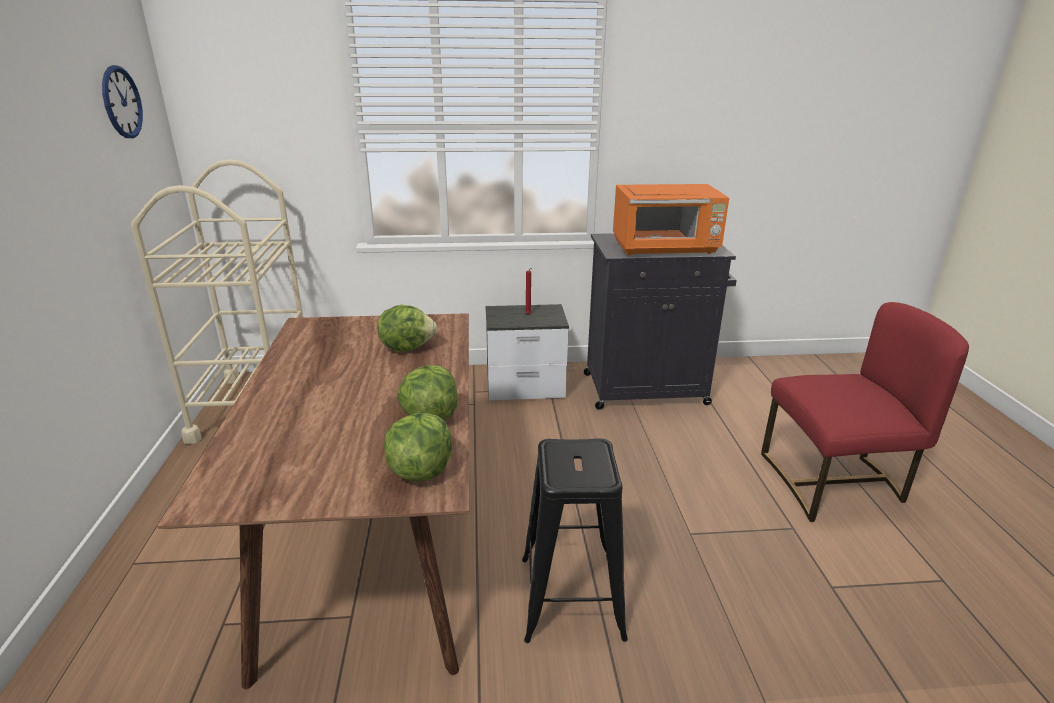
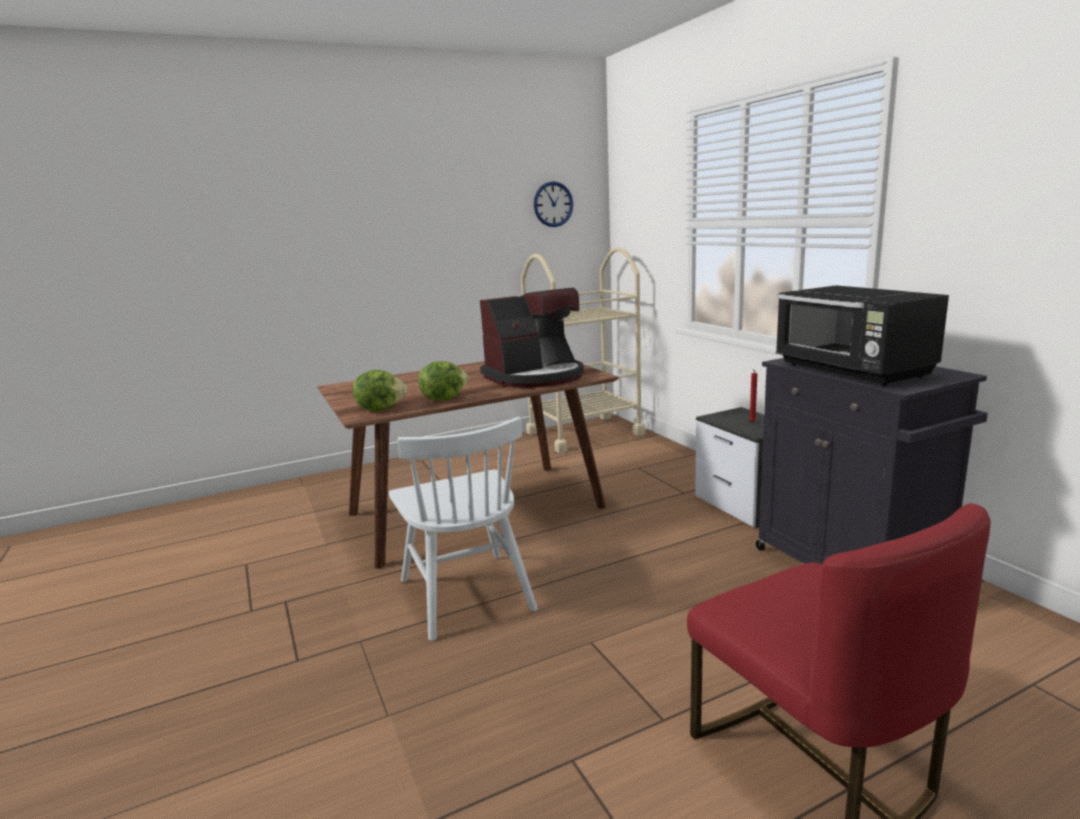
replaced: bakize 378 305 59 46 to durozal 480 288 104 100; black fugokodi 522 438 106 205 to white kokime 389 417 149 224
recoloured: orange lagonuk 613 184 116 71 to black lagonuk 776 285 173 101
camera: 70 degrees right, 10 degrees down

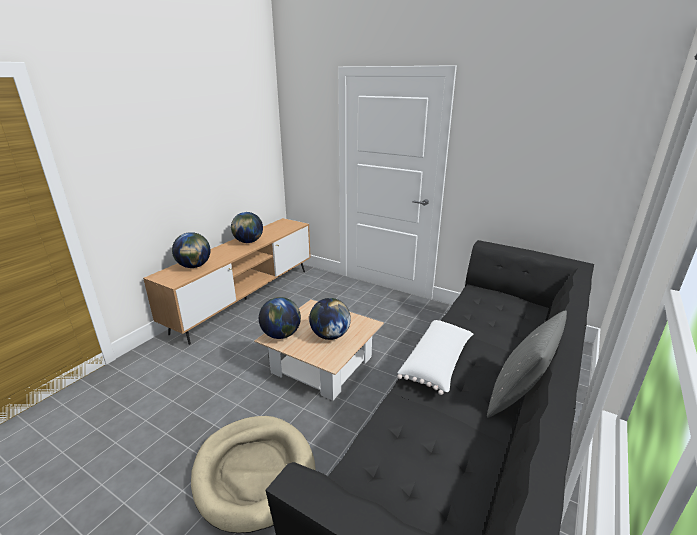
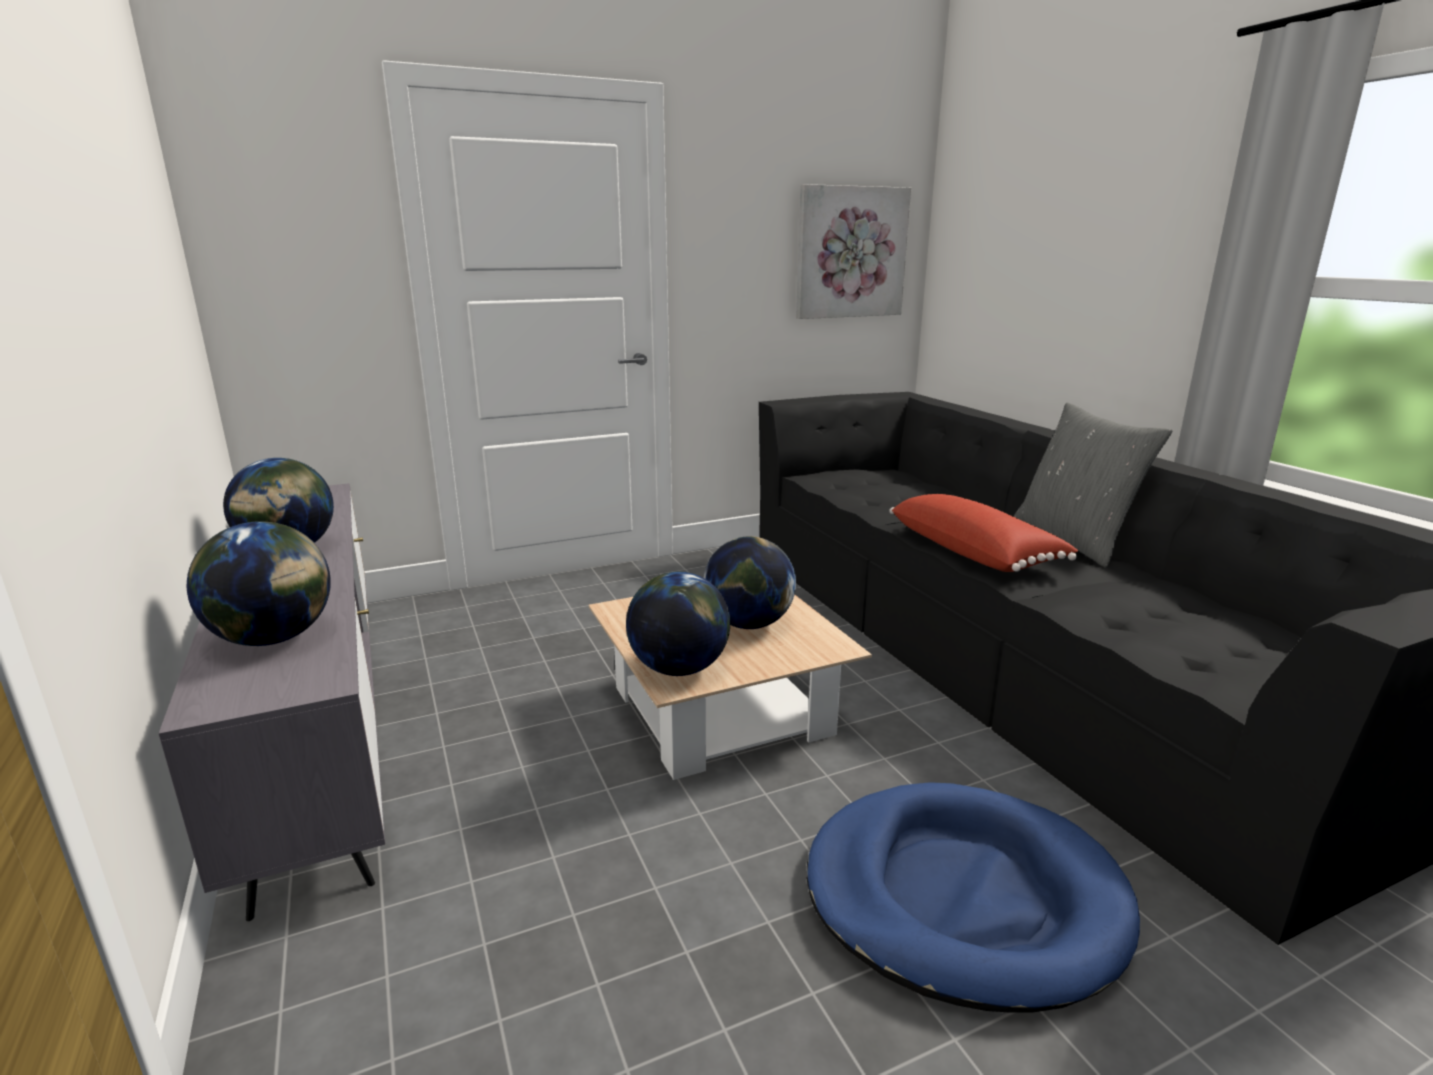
added: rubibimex 796 184 115 135
recoloured: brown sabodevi 143 218 168 127 to grey sabodevi 158 483 227 438; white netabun 397 320 76 75 to red netabun 889 494 189 78; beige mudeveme 191 416 124 117 to blue mudeveme 806 782 334 231
camera: 55 degrees left, 5 degrees down

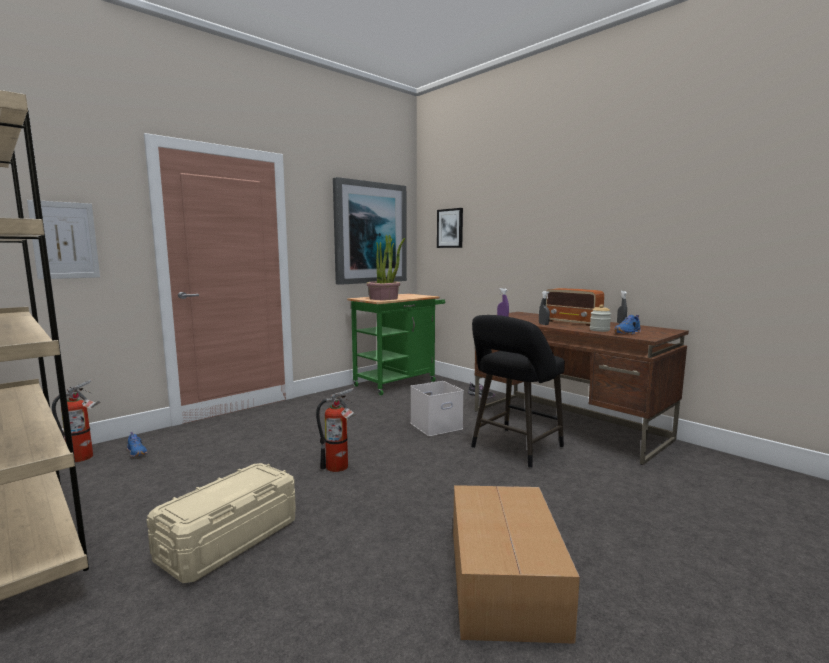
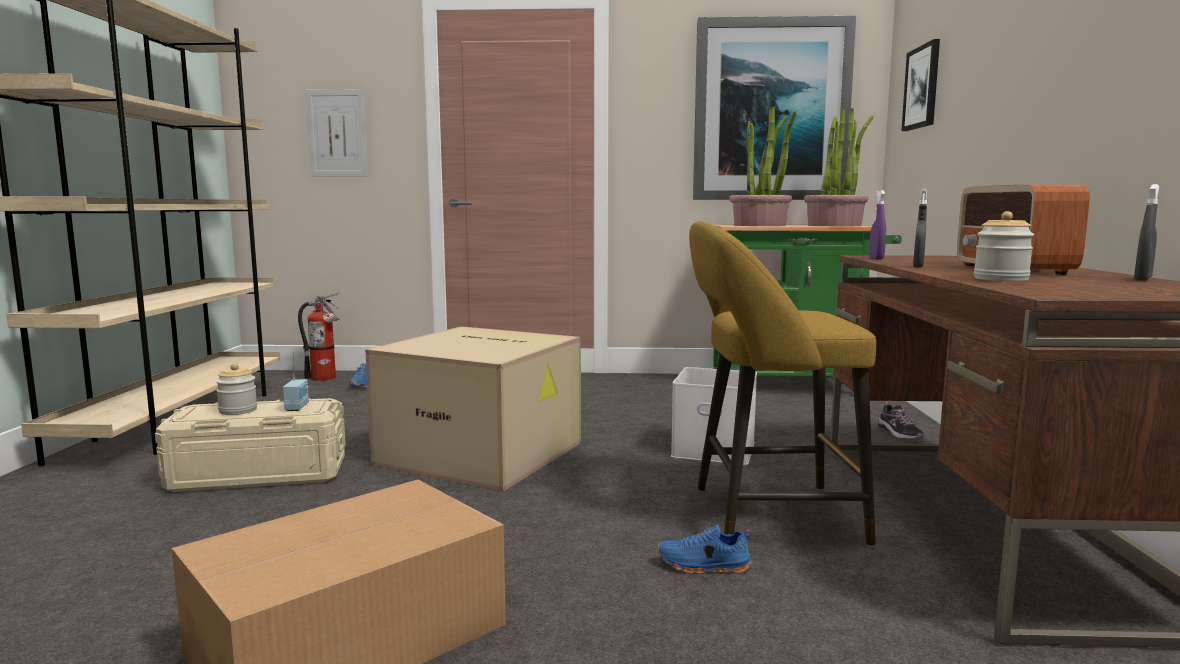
added: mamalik 804 107 70 119; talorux 283 352 26 59; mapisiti 216 363 41 52
moved: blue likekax 614 315 27 20 to 657 524 95 50
replaced: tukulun 316 388 41 84 to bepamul 365 326 216 166
recoloured: black fugokodi 471 315 94 153 to yellow fugokodi 689 221 187 326
camera: 45 degrees right, 0 degrees up

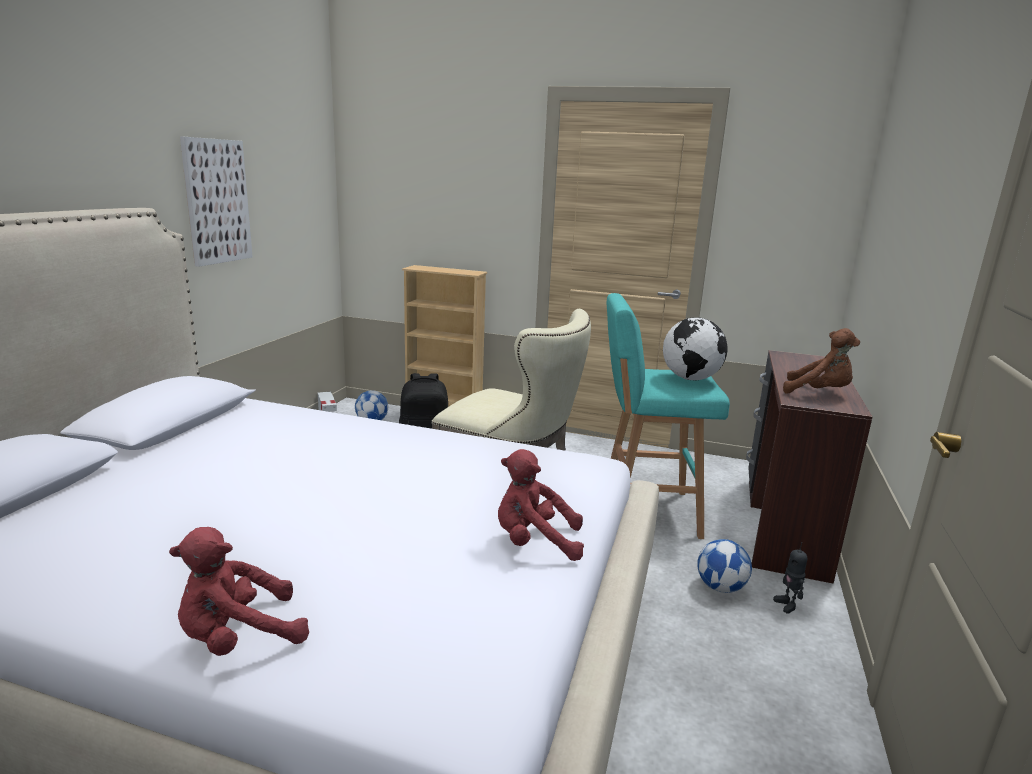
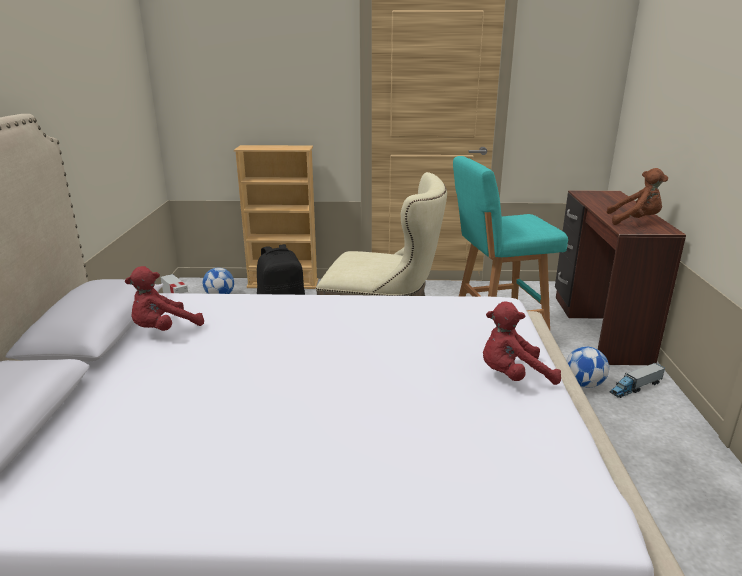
removed: rubibimex 180 136 73 131; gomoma 663 317 65 63
moved: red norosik 169 527 140 129 to 125 266 79 65
replaced: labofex 773 542 34 72 to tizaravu 610 363 55 35
camera: 15 degrees left, 5 degrees up

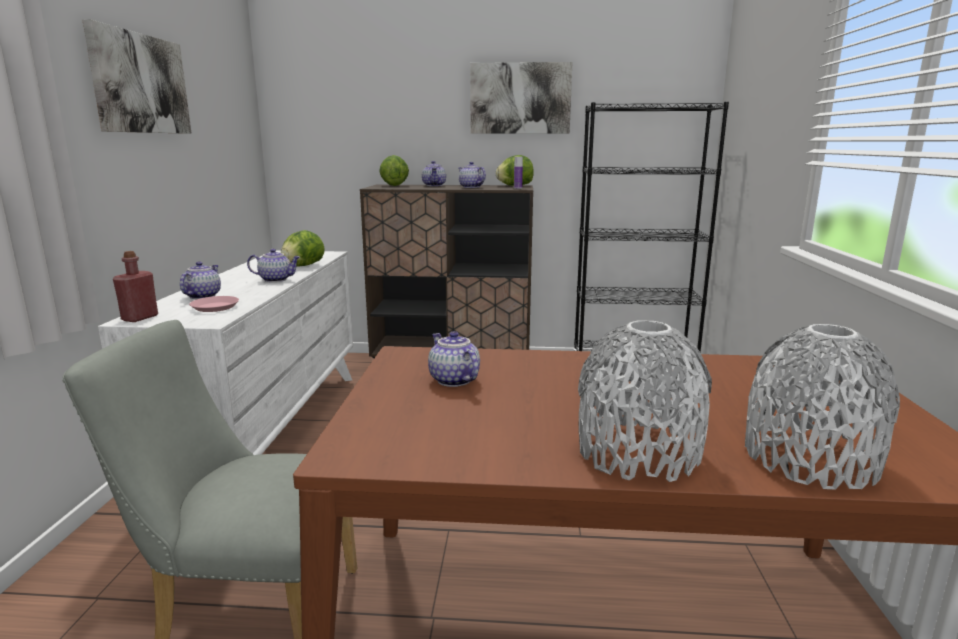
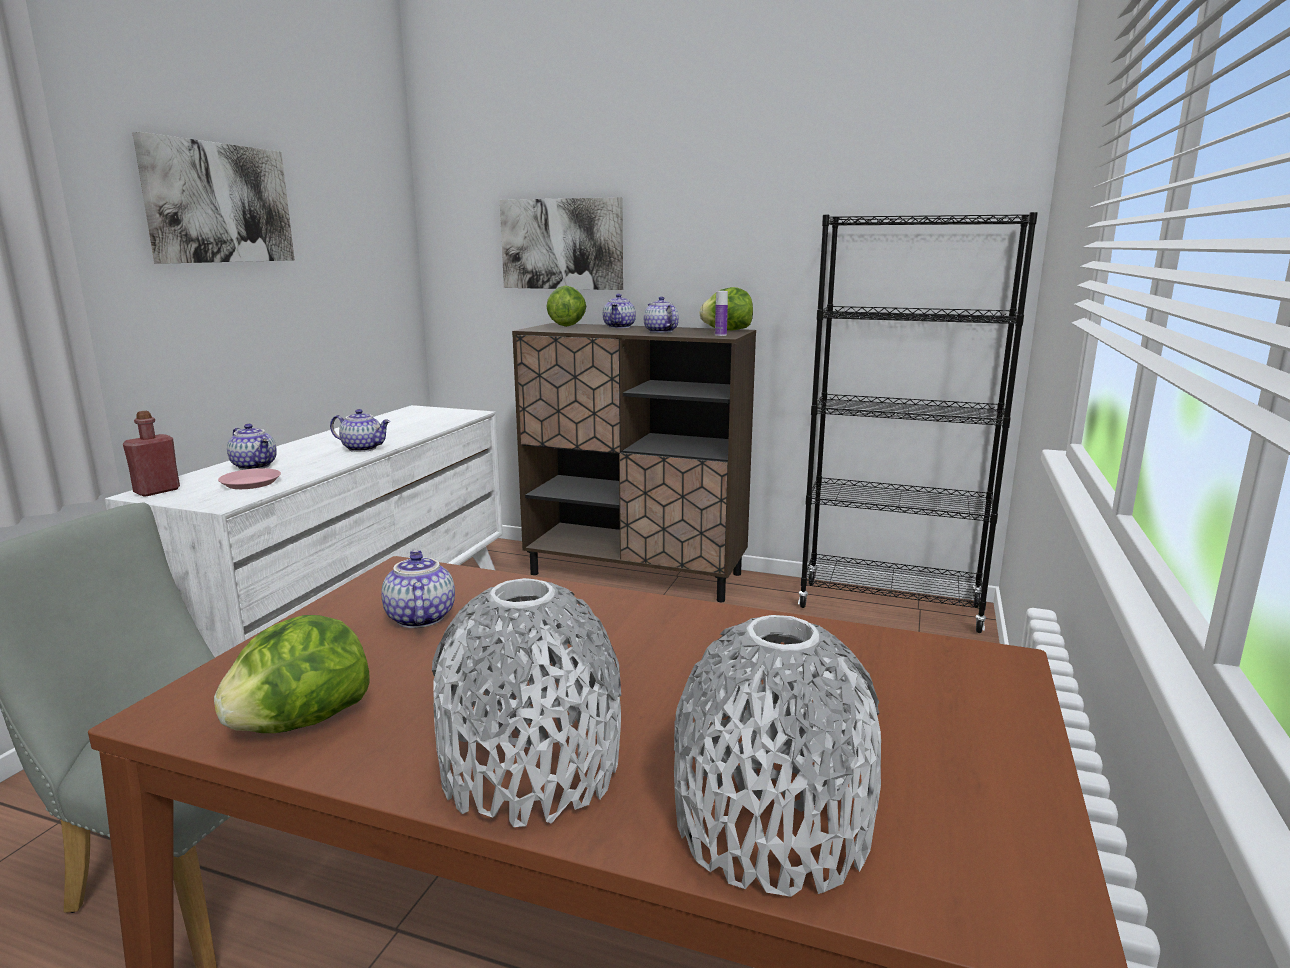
moved: rubibimex 470 62 102 72 to 500 197 123 93; bakize 281 230 44 37 to 214 615 155 118
turned: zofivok 180 262 41 37 = 227 424 50 46 105 degrees clockwise
camera: 15 degrees right, 0 degrees up

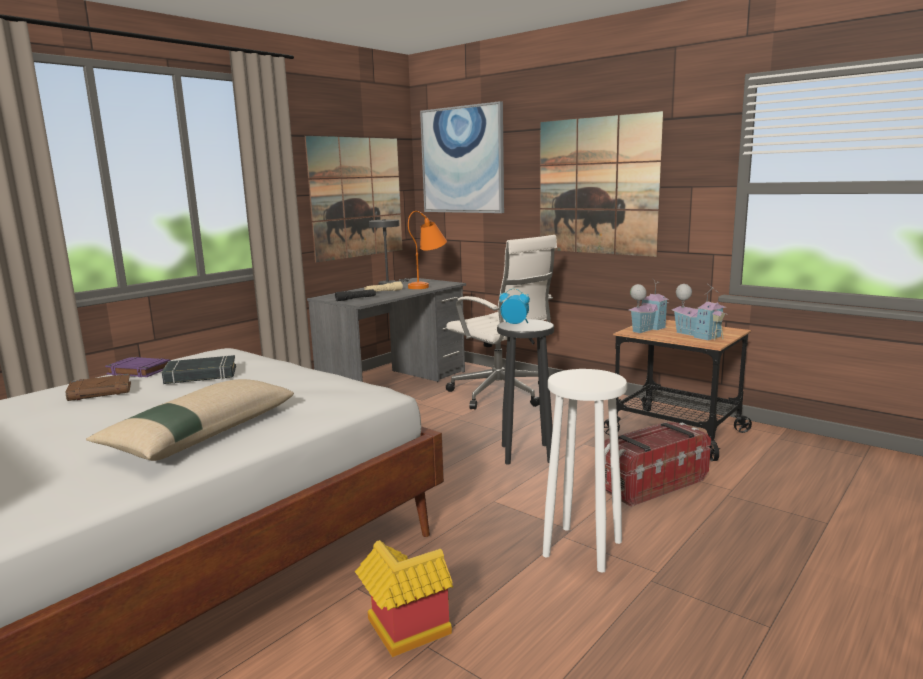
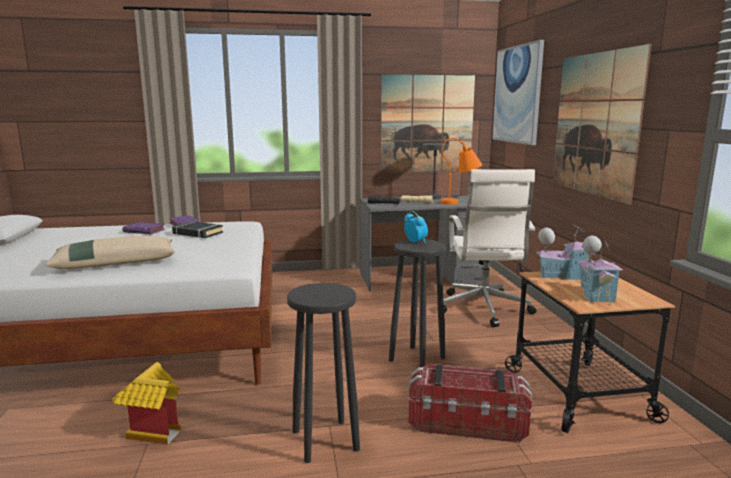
recoloured: white fugokodi 543 369 84 203 to black fugokodi 287 283 73 180; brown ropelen 66 374 65 27 to purple ropelen 123 222 42 12
camera: 40 degrees right, 0 degrees up

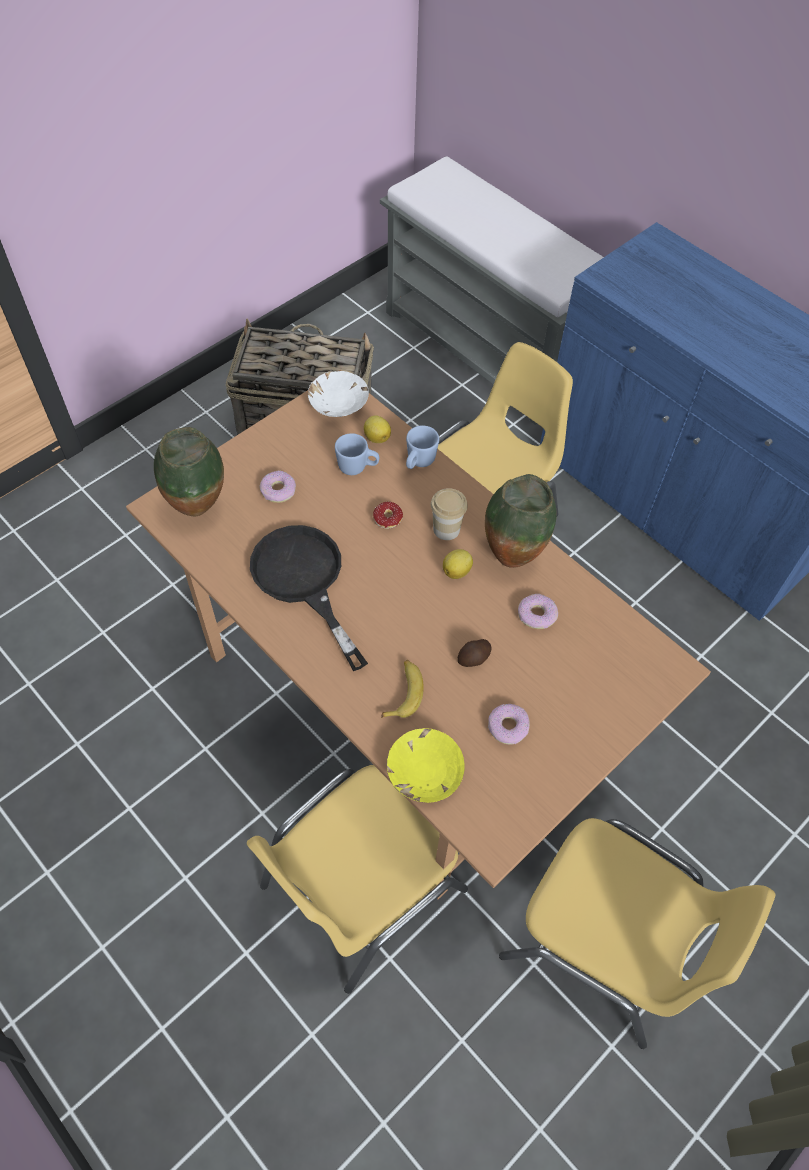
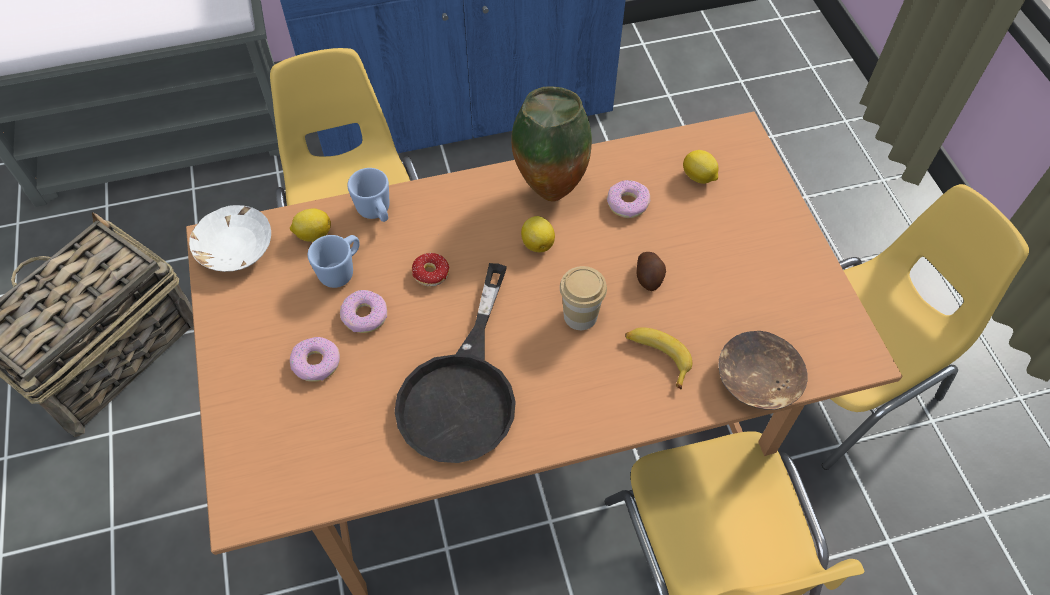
removed: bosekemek 154 427 70 89
added: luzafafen 683 150 35 34
moved: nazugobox 431 488 37 52 to 560 266 47 64; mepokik 488 704 42 41 to 340 290 47 43
recoloured: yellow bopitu 387 728 78 75 to brown bopitu 718 331 90 79
turned: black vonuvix 250 525 118 146 = 394 263 122 200 75 degrees counterclockwise
camera: 60 degrees left, 0 degrees up

